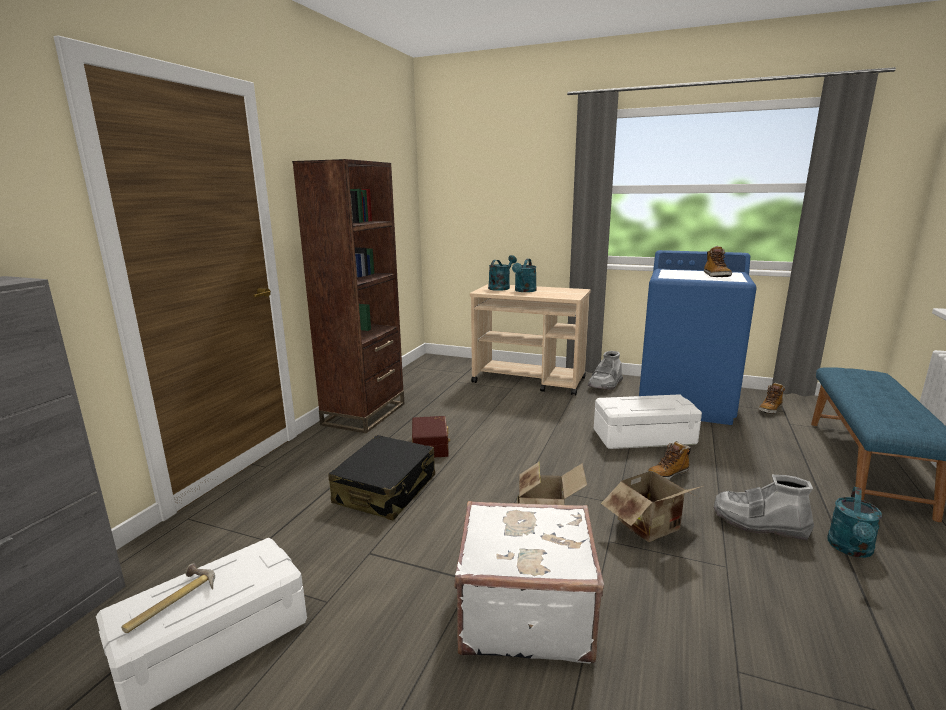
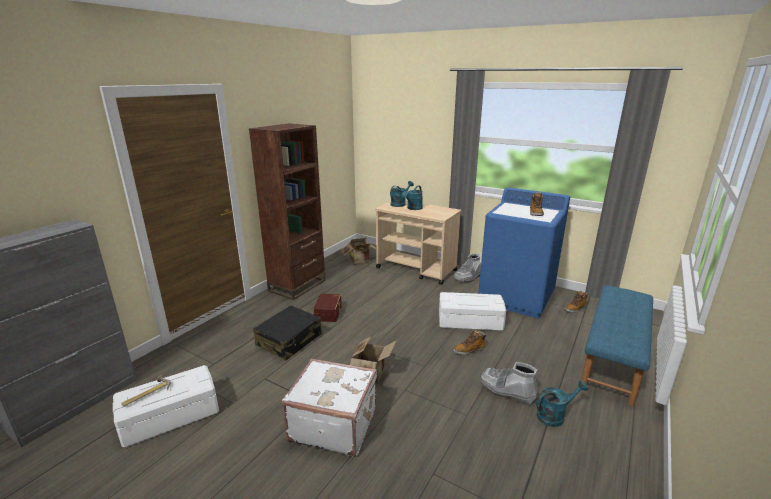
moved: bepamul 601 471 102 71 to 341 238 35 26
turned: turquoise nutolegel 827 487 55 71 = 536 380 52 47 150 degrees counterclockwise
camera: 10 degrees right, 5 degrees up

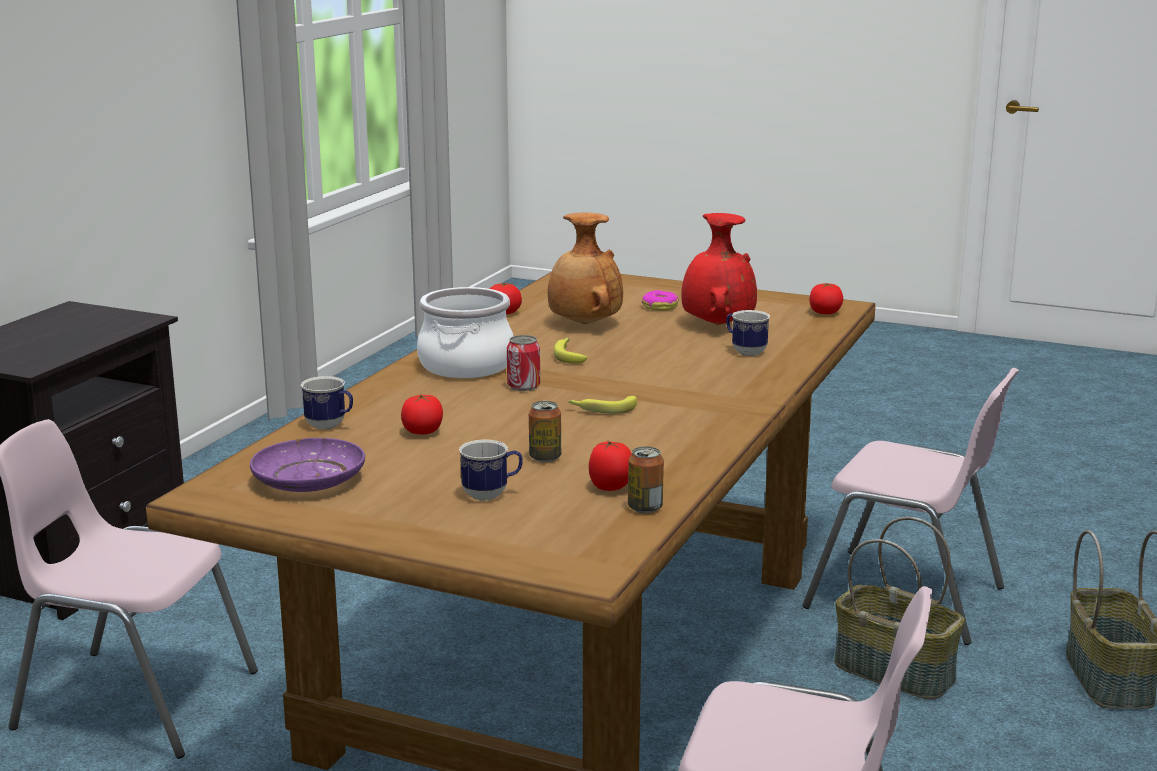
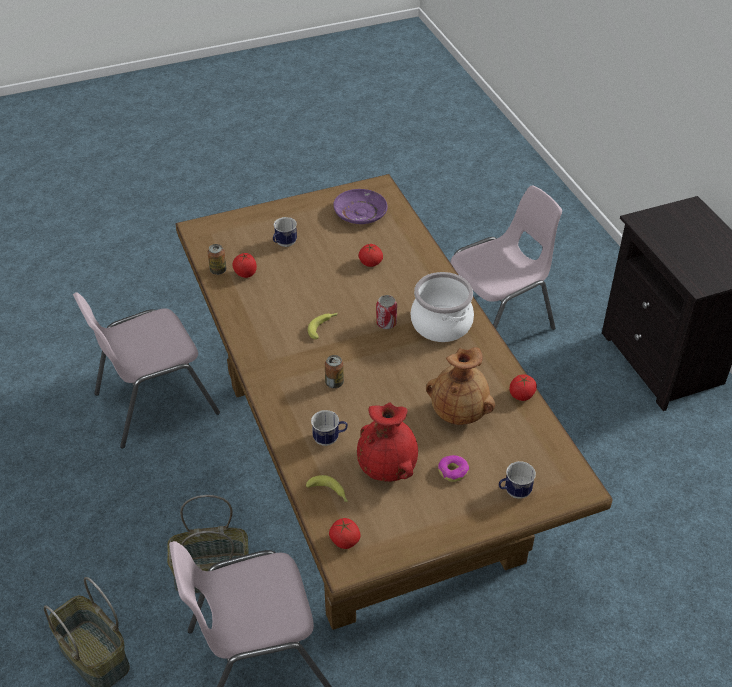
moved: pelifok 554 338 34 26 to 306 475 42 27; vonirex 301 376 52 54 to 499 461 37 38; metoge 529 401 32 61 to 325 355 19 33
camera: 135 degrees right, 25 degrees up

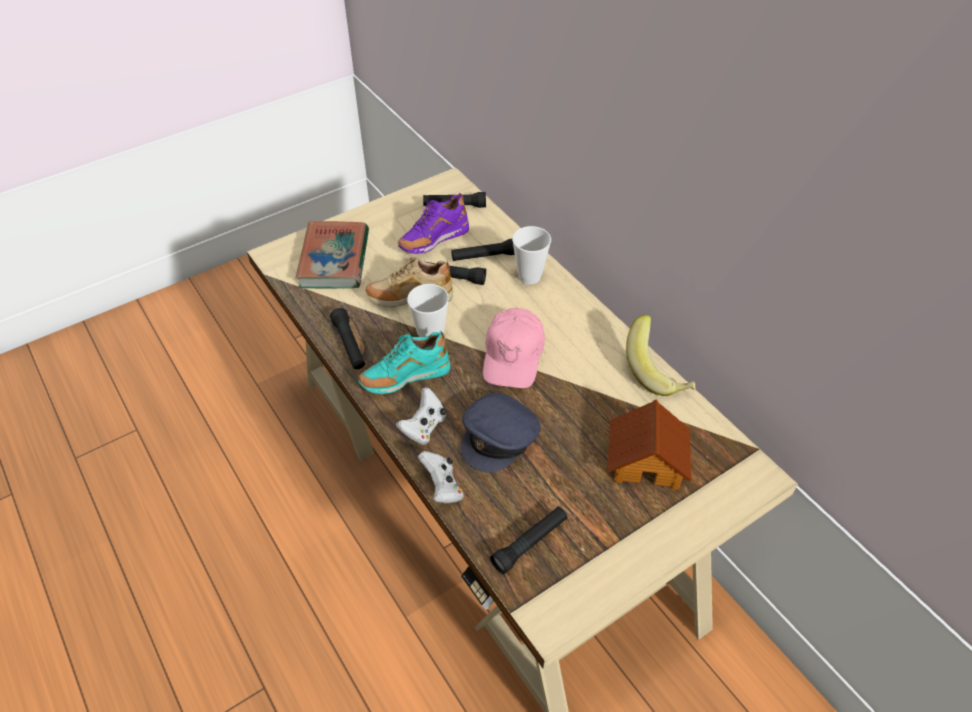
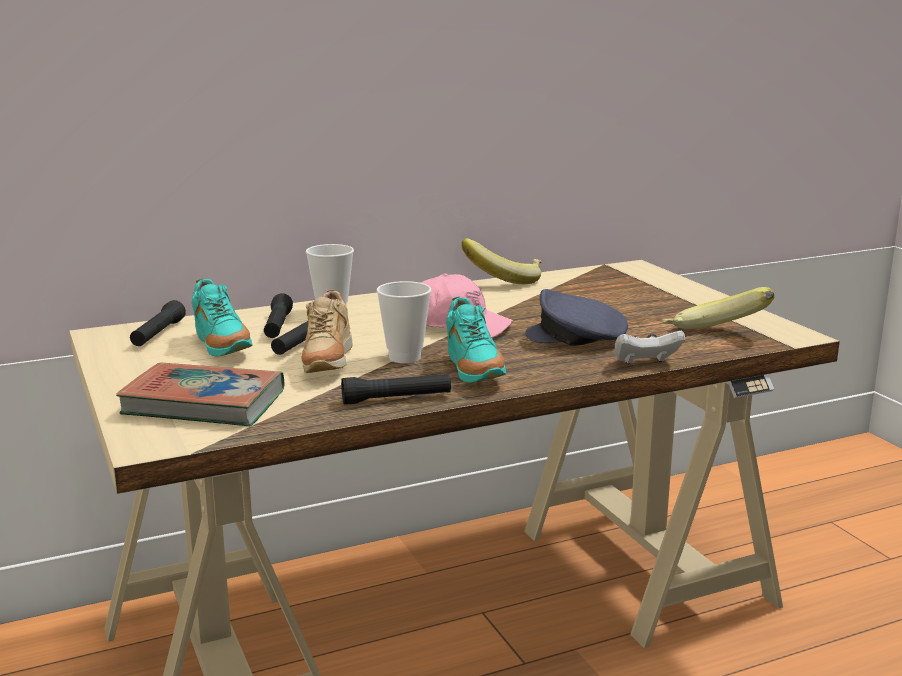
removed: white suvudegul 396 388 50 57; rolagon 608 400 83 90
replaced: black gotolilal 490 506 77 68 to pelifok 662 287 113 42
recoloured: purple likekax 398 193 71 61 to turquoise likekax 192 278 61 79
turned: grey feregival 460 393 80 80 = 525 289 103 57 150 degrees clockwise
camera: 80 degrees left, 30 degrees down

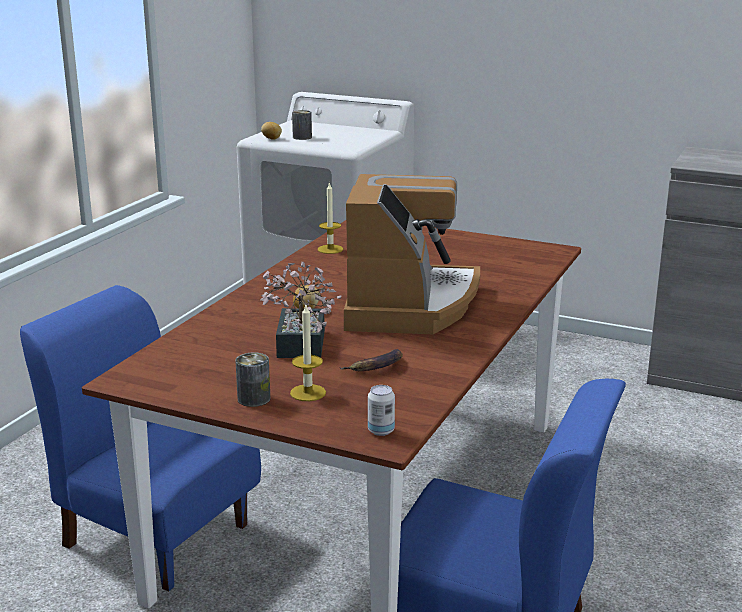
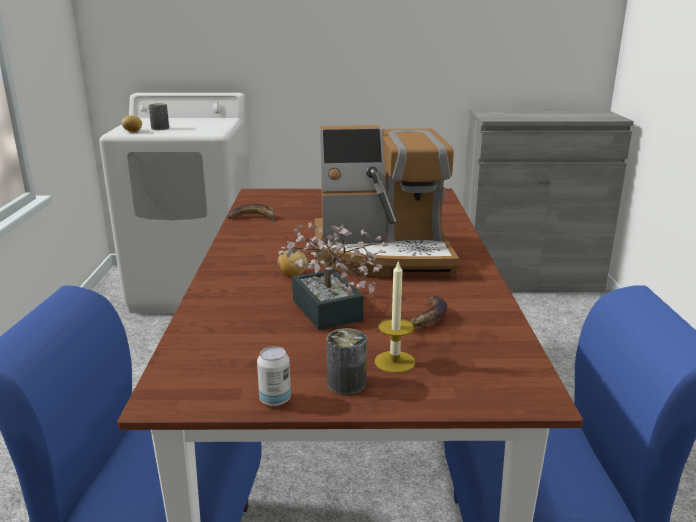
moved: metoge 368 385 27 51 to 257 346 34 61
replaced: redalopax 318 182 25 72 to pelifok 228 204 47 18
turned: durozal 344 174 136 160 = 315 125 144 152 105 degrees clockwise
camera: 25 degrees left, 0 degrees up

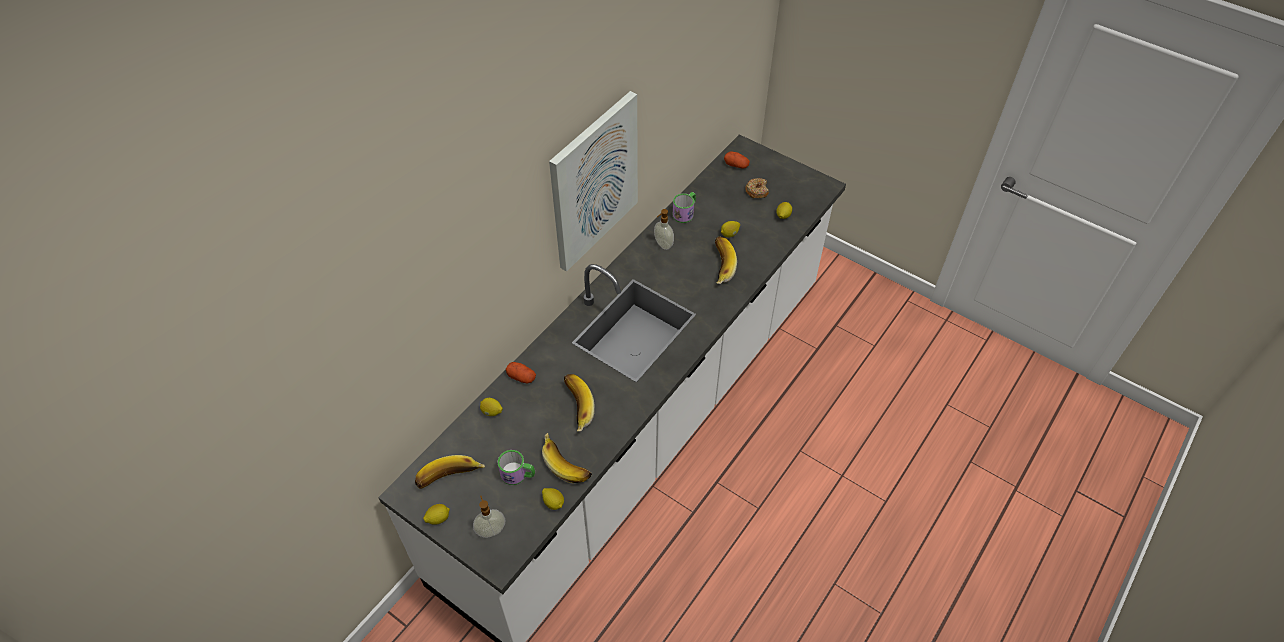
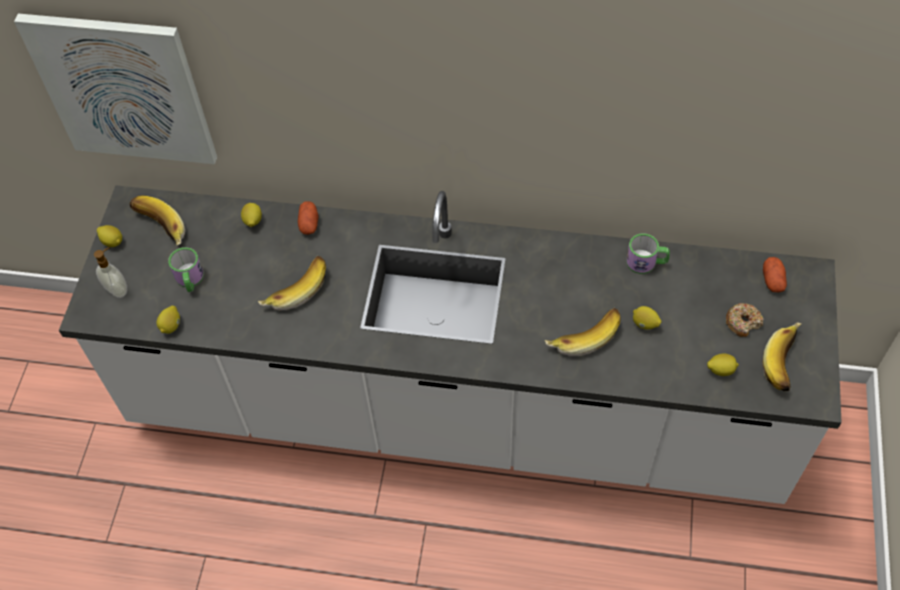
removed: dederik 654 209 20 41
moved: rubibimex 549 91 89 180 to 14 13 203 151; pelifok 542 433 50 50 to 763 322 39 69
camera: 65 degrees right, 5 degrees up

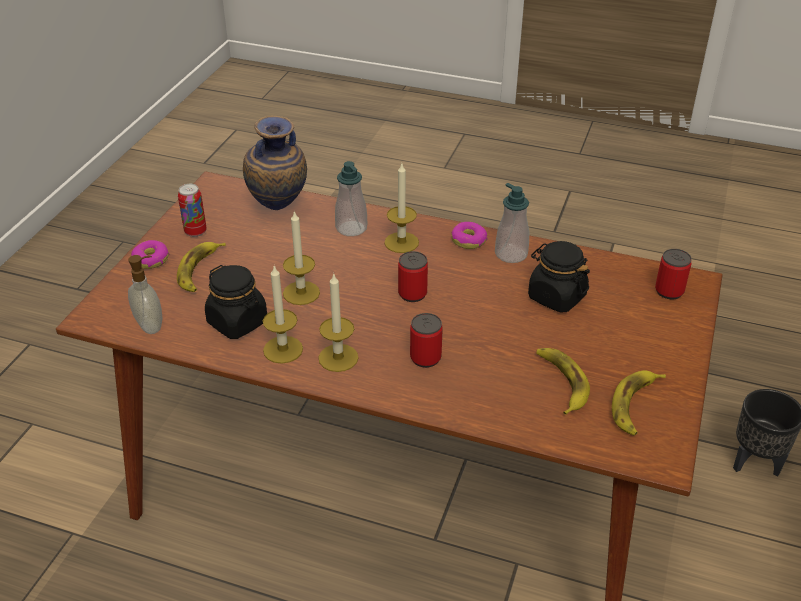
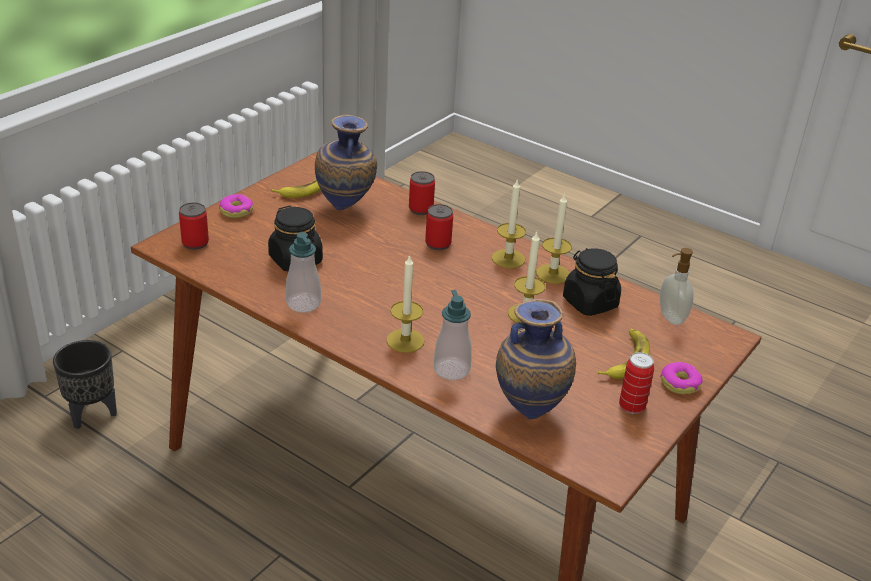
moved: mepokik 451 222 36 27 to 219 194 34 24; metoge 398 251 30 51 to 409 171 26 44
replaced: pelifok 536 348 54 67 to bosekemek 315 115 62 95
camera: 165 degrees left, 5 degrees down

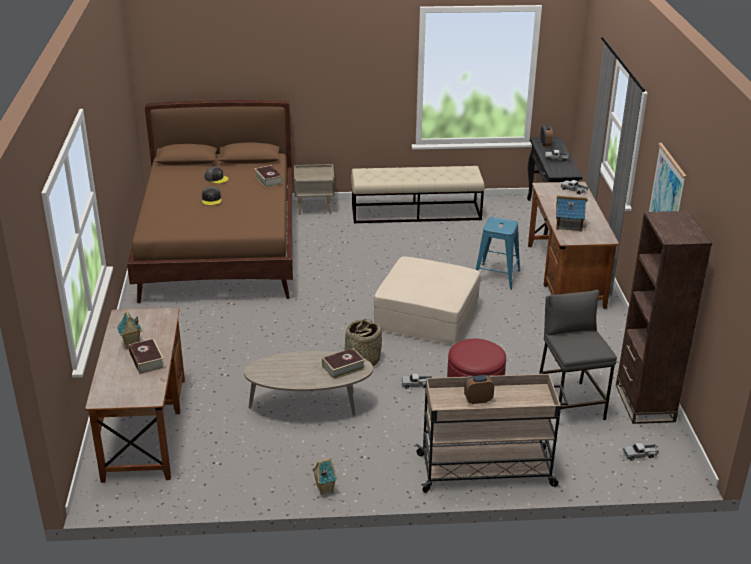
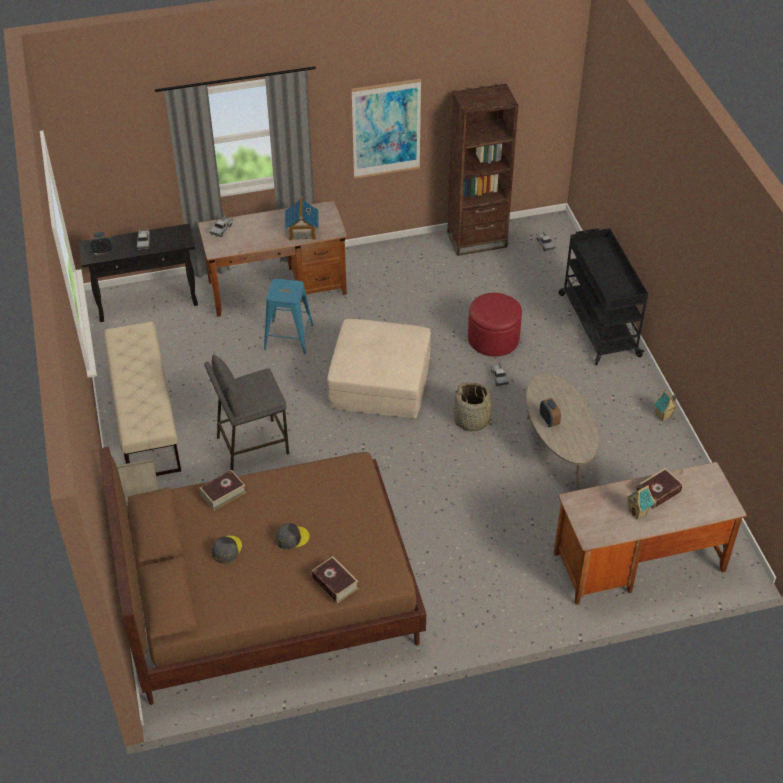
moved: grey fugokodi 539 290 78 136 to 204 355 85 115; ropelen 322 348 43 32 to 311 556 47 47; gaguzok 464 375 30 29 to 540 398 21 29
recoloured: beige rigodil 415 374 153 119 to black rigodil 558 228 90 137
camera: 100 degrees left, 15 degrees up

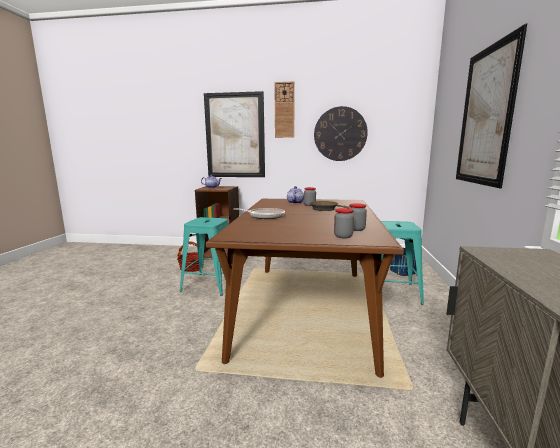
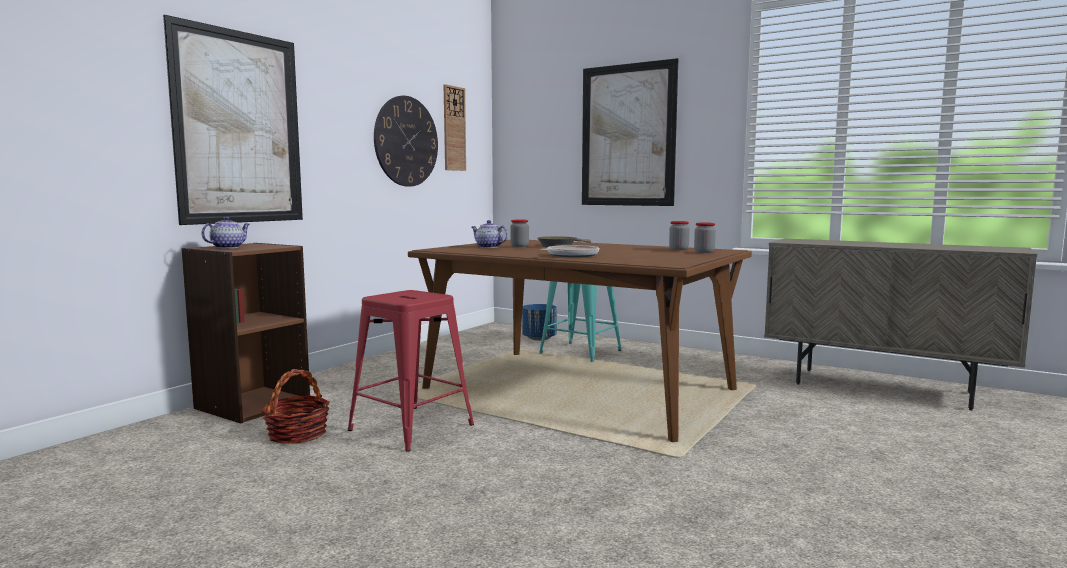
moved: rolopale 274 81 21 57 to 444 84 22 87
recoloured: turquoise fugokodi 180 217 48 79 to red fugokodi 348 290 126 162
camera: 65 degrees left, 5 degrees down

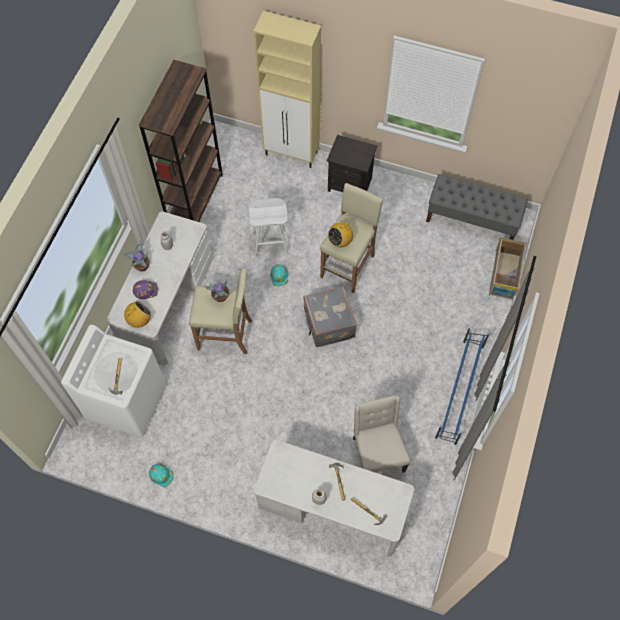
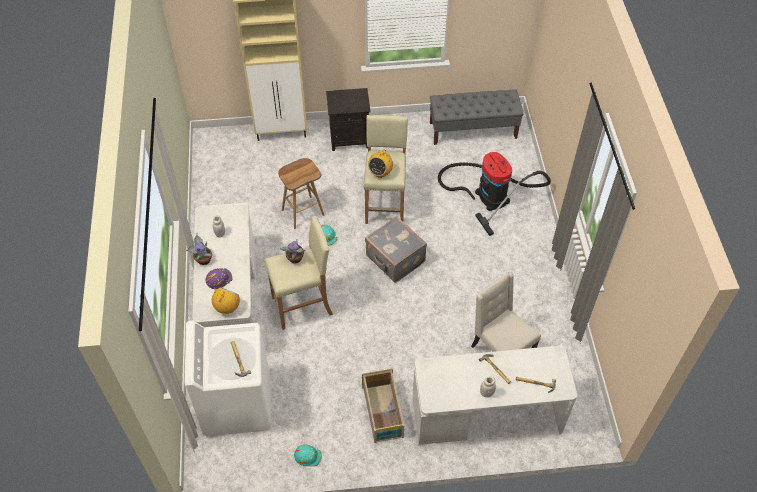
removed: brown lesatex 139 60 84 162; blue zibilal 435 328 54 117
added: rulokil 438 152 113 84
moved: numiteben 489 237 39 63 to 362 369 42 74
recoloured: white fugokodi 249 198 39 59 to brown fugokodi 278 158 46 71
camera: 25 degrees left, 10 degrees down

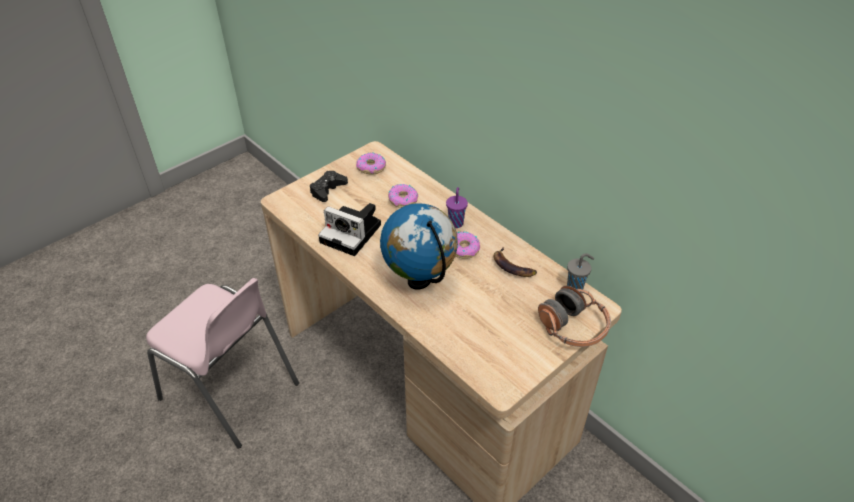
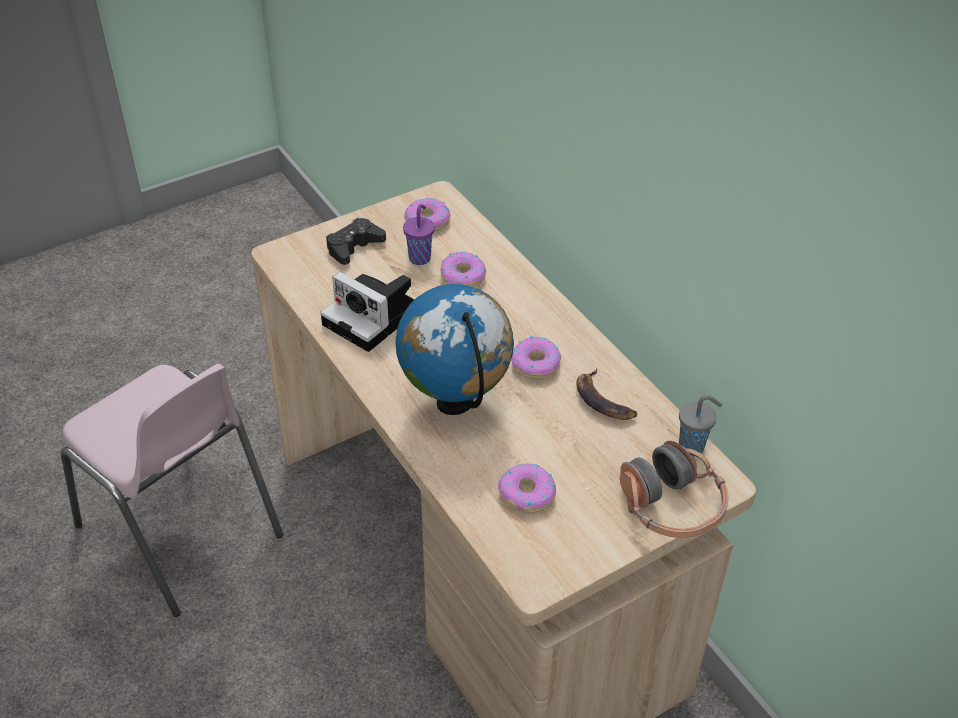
added: mepokik 498 464 58 49
moved: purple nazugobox 446 187 22 41 to 403 204 32 61
camera: 10 degrees right, 0 degrees up

